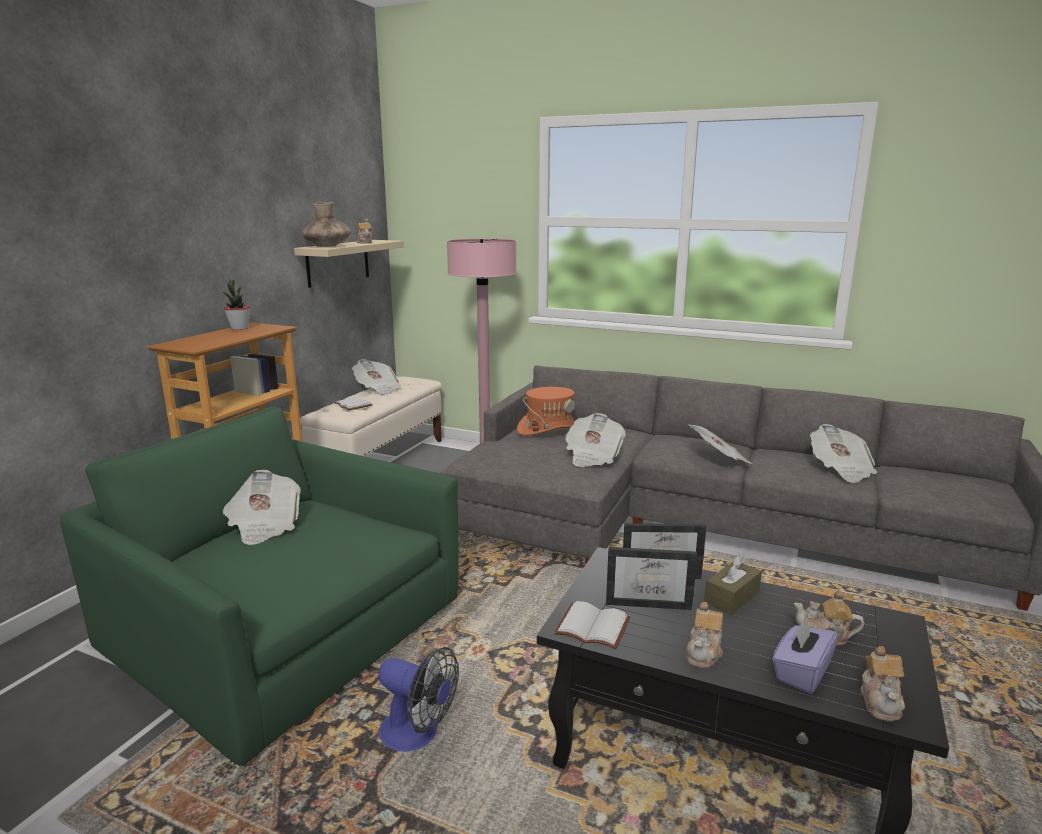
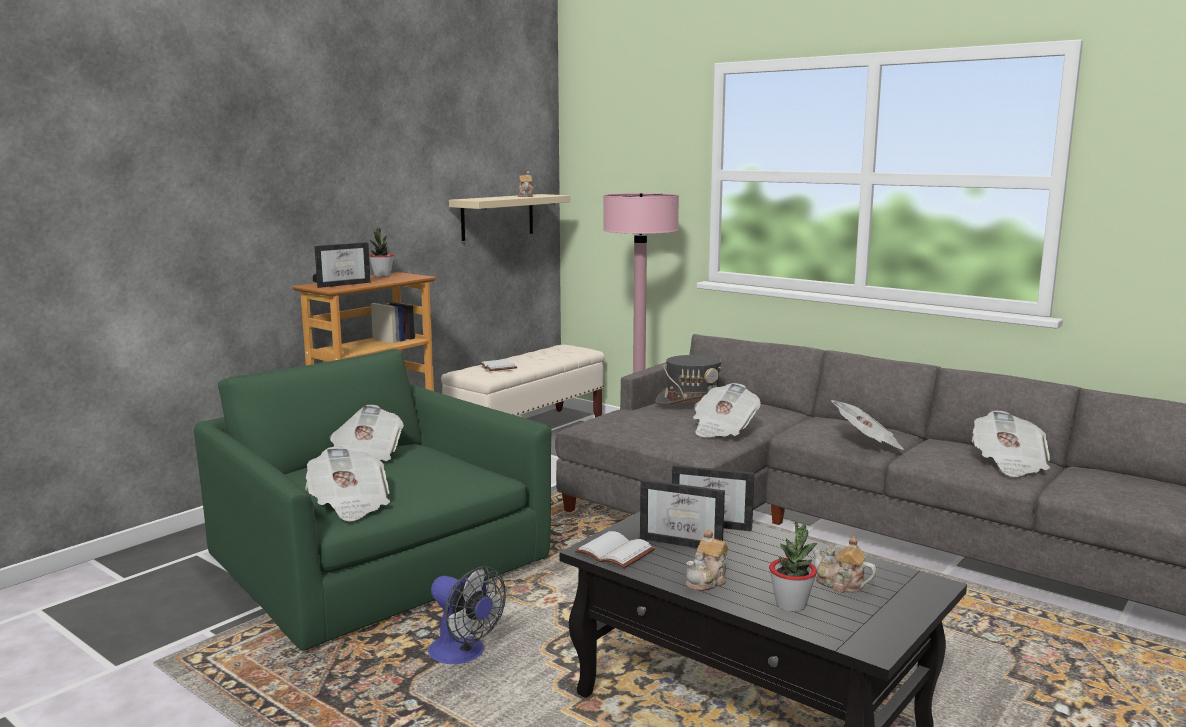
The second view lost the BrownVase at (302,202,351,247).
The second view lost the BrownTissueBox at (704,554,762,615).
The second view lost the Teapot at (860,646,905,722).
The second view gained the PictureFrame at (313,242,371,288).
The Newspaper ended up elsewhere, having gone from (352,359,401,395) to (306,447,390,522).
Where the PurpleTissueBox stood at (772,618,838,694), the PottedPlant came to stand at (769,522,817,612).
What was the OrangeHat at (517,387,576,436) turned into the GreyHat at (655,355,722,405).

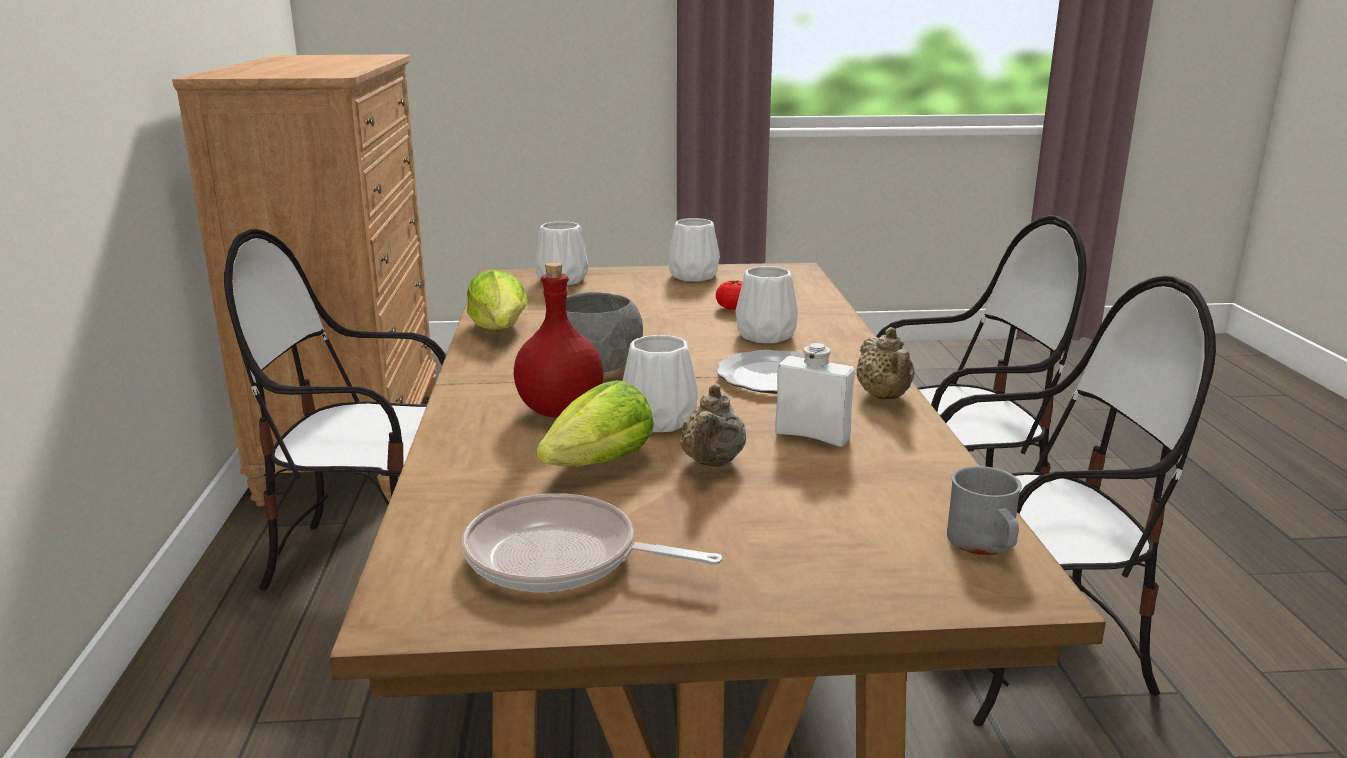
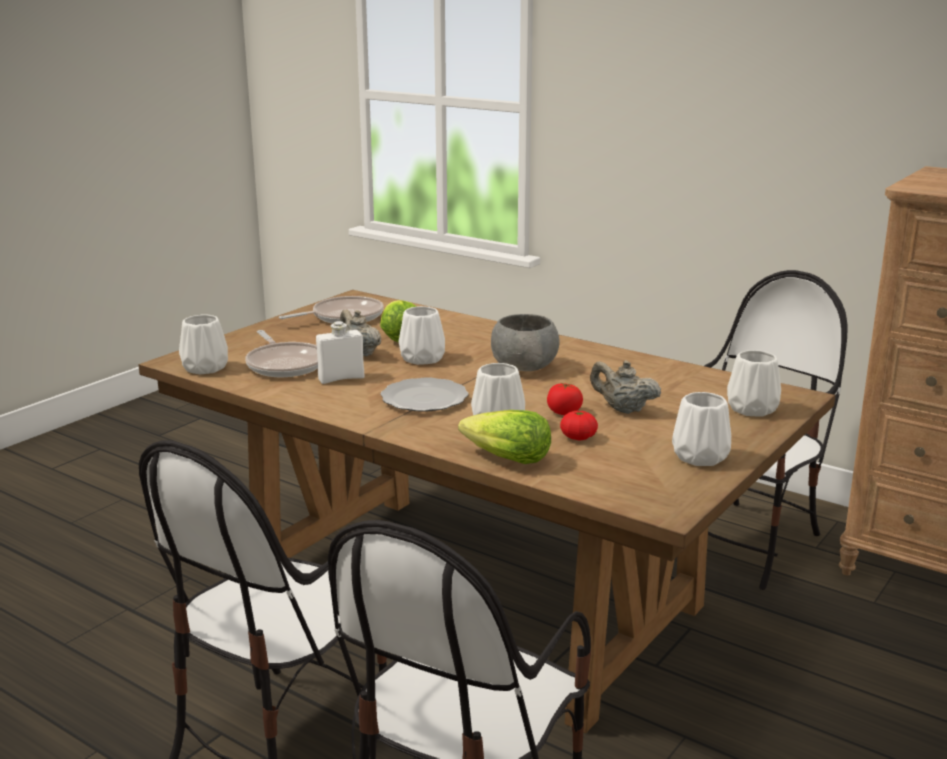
The second view lost the RedBottle at (514,262,604,418).
The second view gained the FryingPan at (246,330,318,377).
The second view gained the Tomato at (547,383,583,415).
The Lettuce ended up elsewhere, having gone from (467,270,528,330) to (458,410,551,464).
The BeigeTeapot ended up elsewhere, having gone from (856,327,915,399) to (590,360,661,414).
Where the GreyMug stood at (947,466,1022,555), the WhiteVase came to stand at (179,315,228,374).

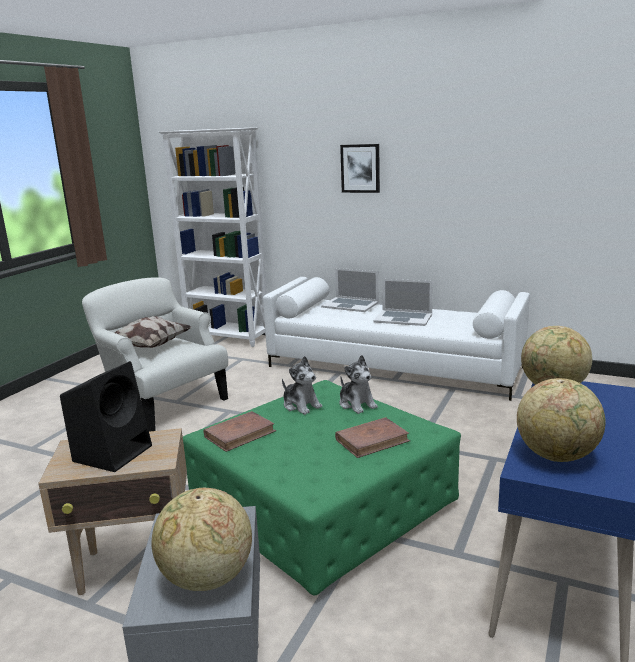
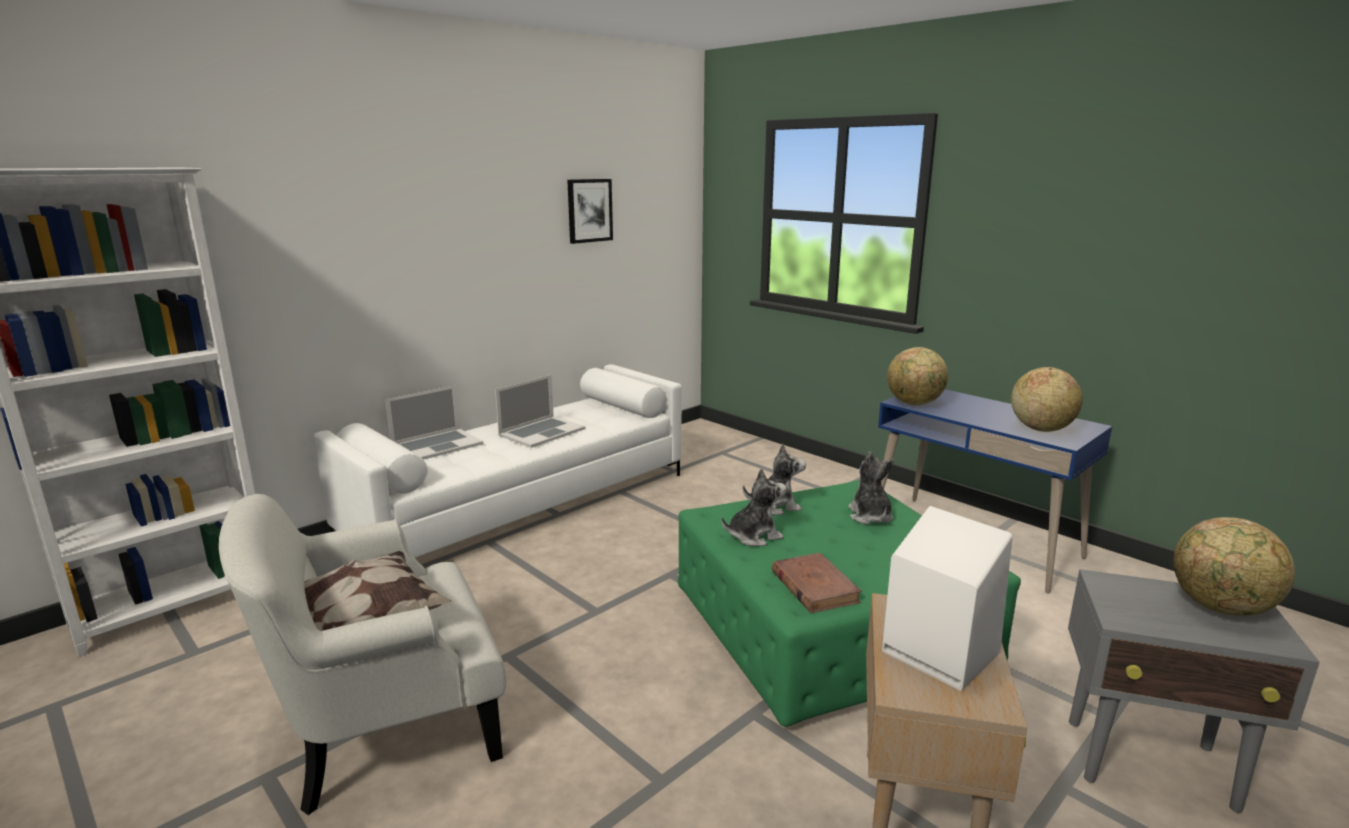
The Picture ended up elsewhere, having gone from (340,144,380,193) to (567,179,613,244).
Where the BrownBook stood at (335,417,410,458), the PlushToy came to stand at (848,451,894,524).
What was the BlackSpeaker at (60,361,152,472) turned into the WhiteSpeaker at (882,506,1013,691).

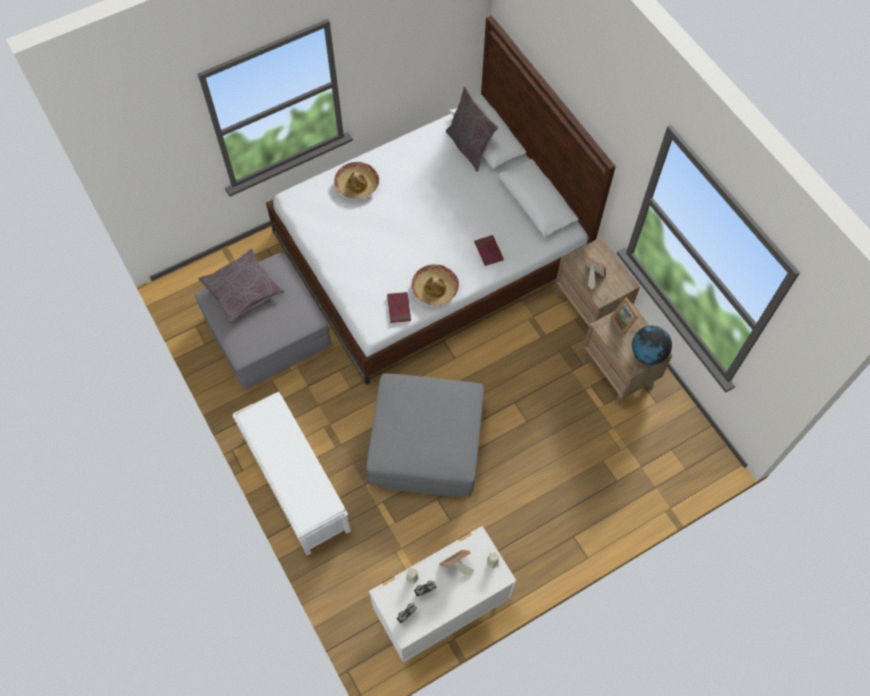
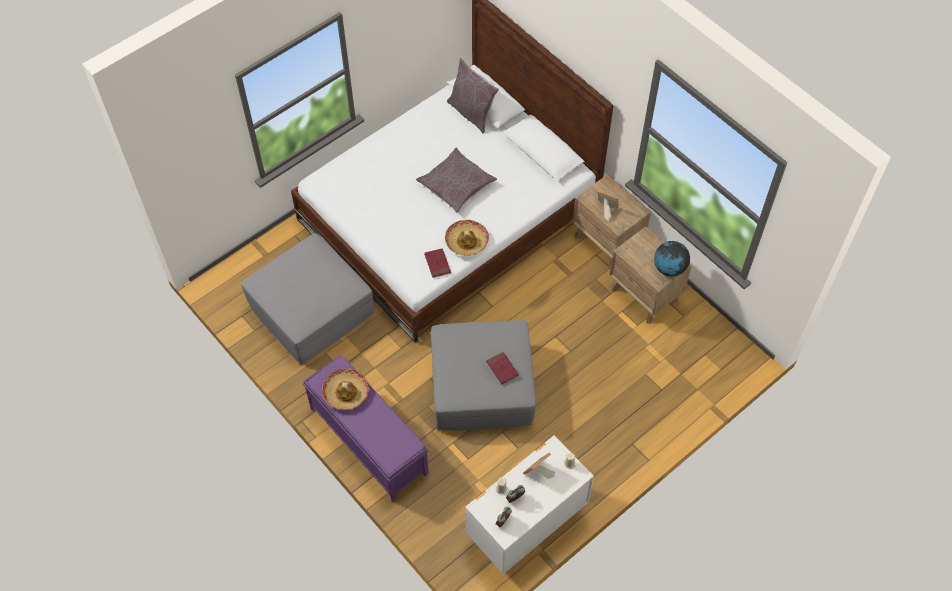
The second view lost the PictureFrame at (611,297,639,336).
The GreyPillow ended up elsewhere, having gone from (198,248,284,324) to (416,148,497,212).
The Hat ended up elsewhere, having gone from (334,162,379,199) to (322,368,369,410).
The RedBook ended up elsewhere, having gone from (474,235,504,266) to (486,352,519,385).
What was the WhiteBench at (232,392,351,556) turned into the PurpleBench at (303,356,429,502).

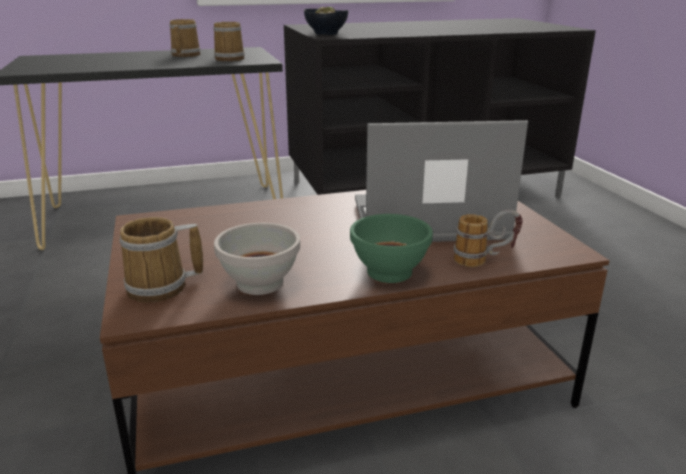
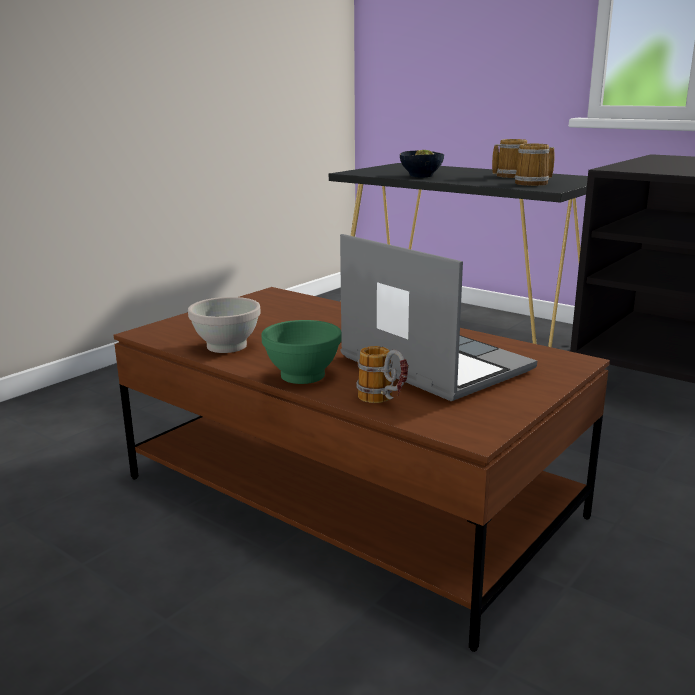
The second view lost the Mug at (119,217,203,303).
The Bowl ended up elsewhere, having gone from (304,7,348,35) to (400,150,444,178).

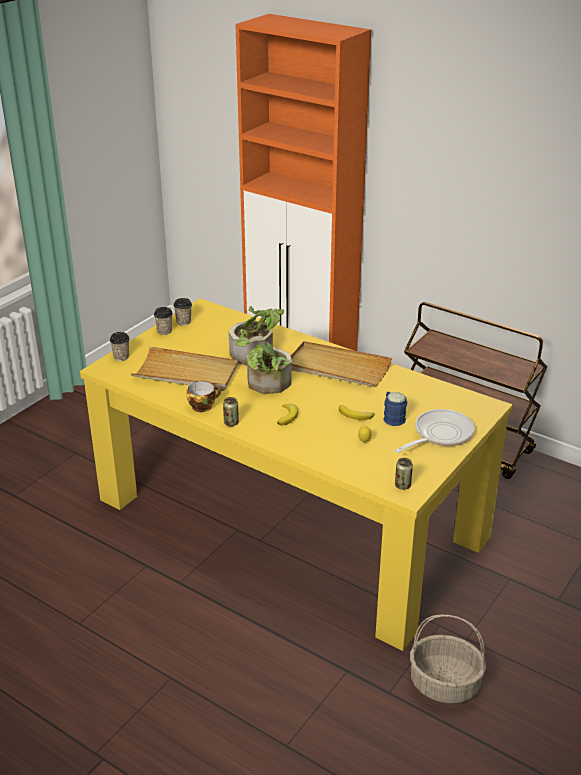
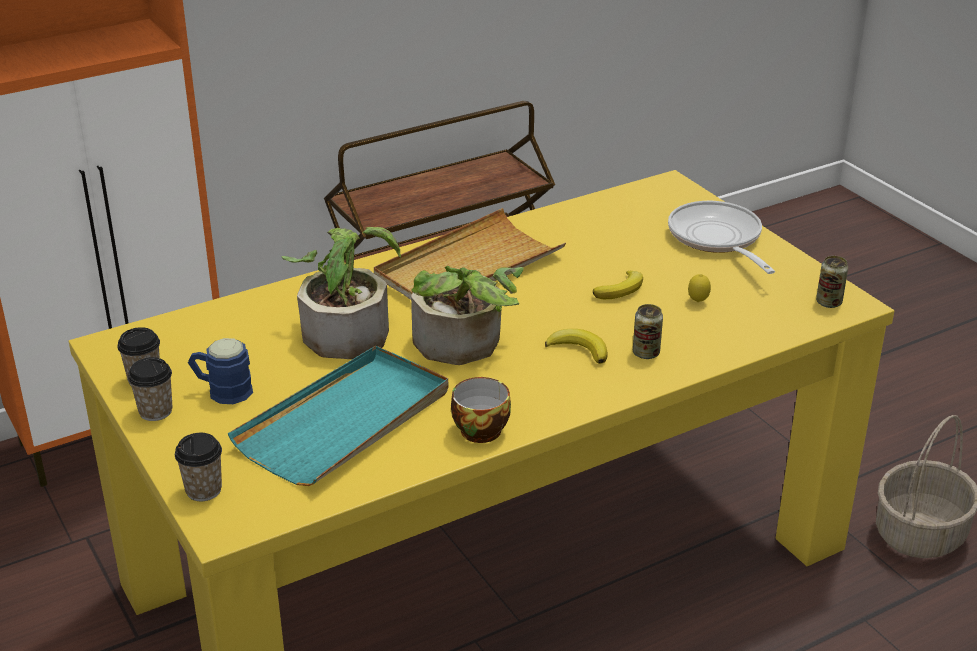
The Can ended up elsewhere, having gone from (223,397,239,426) to (633,304,663,359).
The BlueMug ended up elsewhere, having gone from (383,392,407,426) to (188,338,253,404).
What was the BeigeTray at (131,346,238,391) turned into the TurquoiseTray at (228,346,449,486).

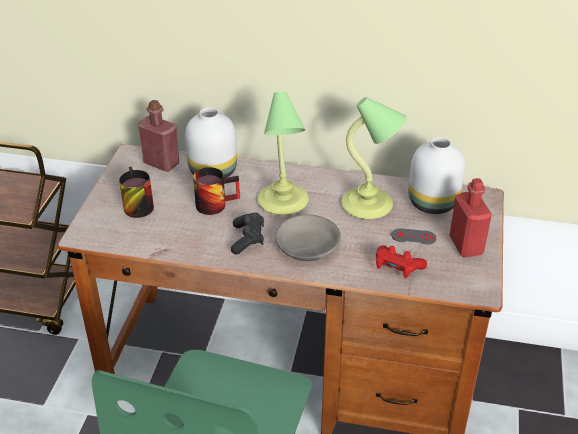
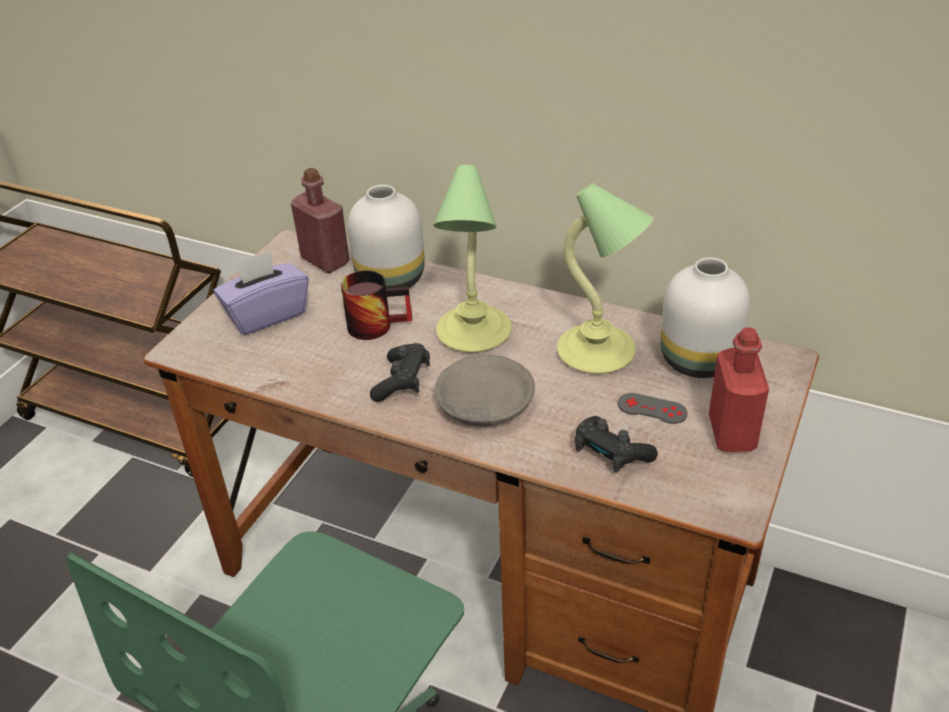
Where the Mug stood at (119,167,154,218), the PurpleTissueBox came to stand at (213,251,309,335).
What was the RedGameController at (376,245,427,279) turned into the BlackGameController at (575,416,658,473).

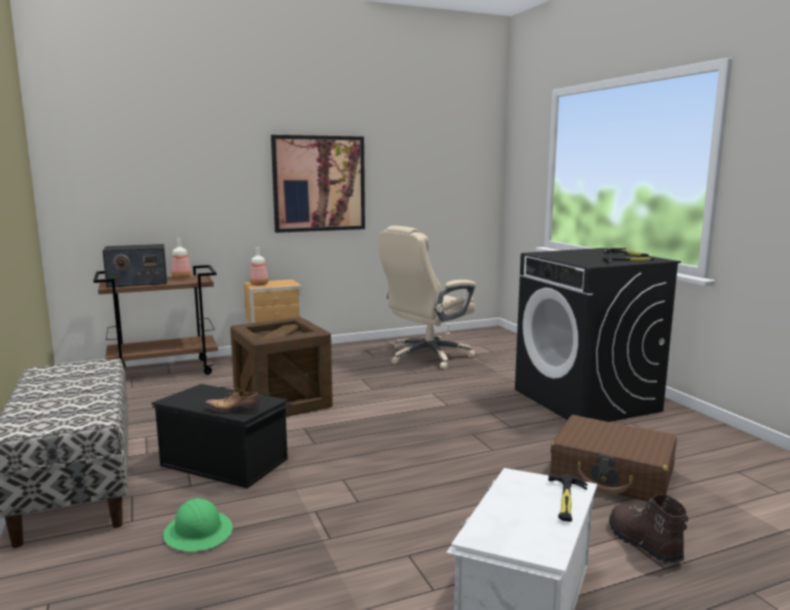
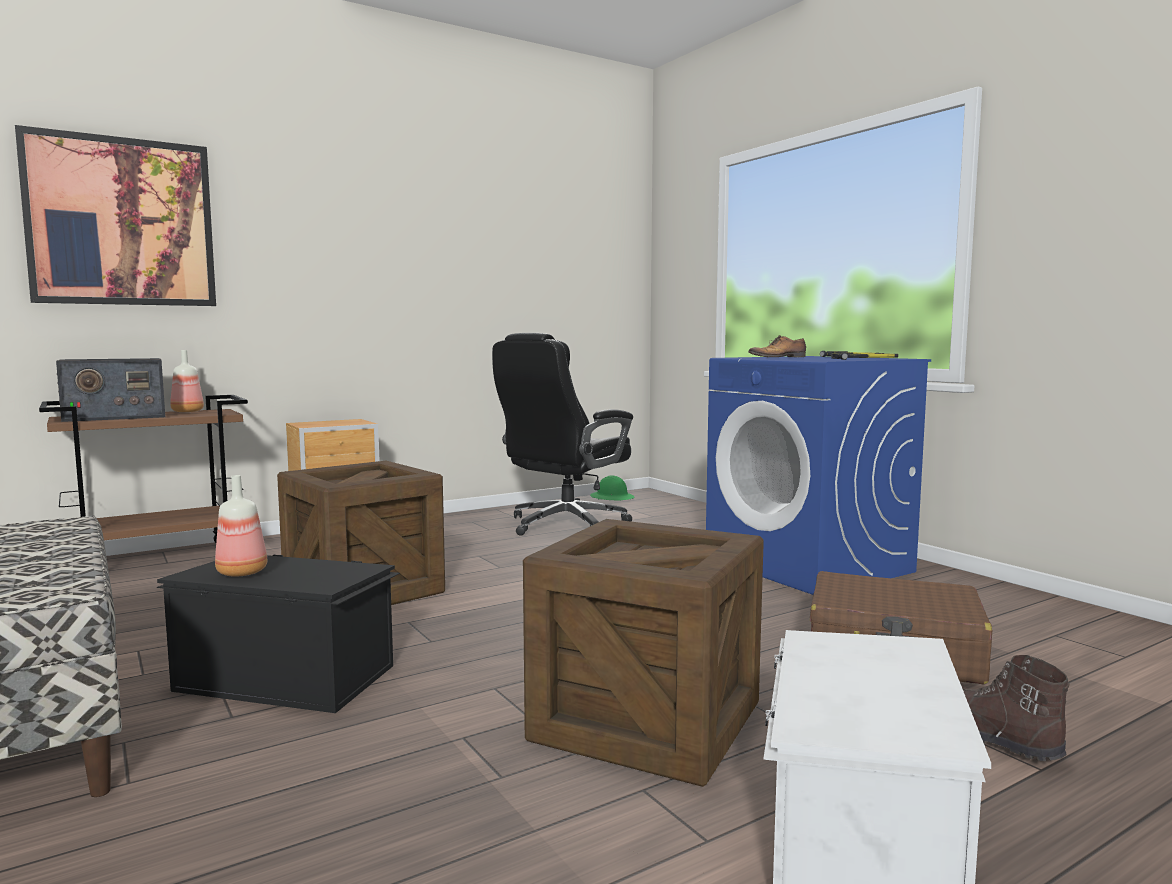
The second view lost the Hammer at (548,473,587,522).
The second view gained the Crate at (523,519,764,787).
The GreenHardHat ended up elsewhere, having gone from (163,498,233,552) to (590,476,635,501).
The Shoe ended up elsewhere, having gone from (204,388,260,412) to (749,336,806,357).
The Bottle ended up elsewhere, having gone from (250,247,269,285) to (215,475,267,577).
The Picture ended up elsewhere, having gone from (271,135,365,233) to (15,125,216,306).
What was the BeigeOfficeChair at (378,226,476,369) turned into the BlackOfficeChair at (492,333,633,536).
What was the BlackWashingMachine at (515,248,681,422) turned into the BlueWashingMachine at (706,356,931,595).

